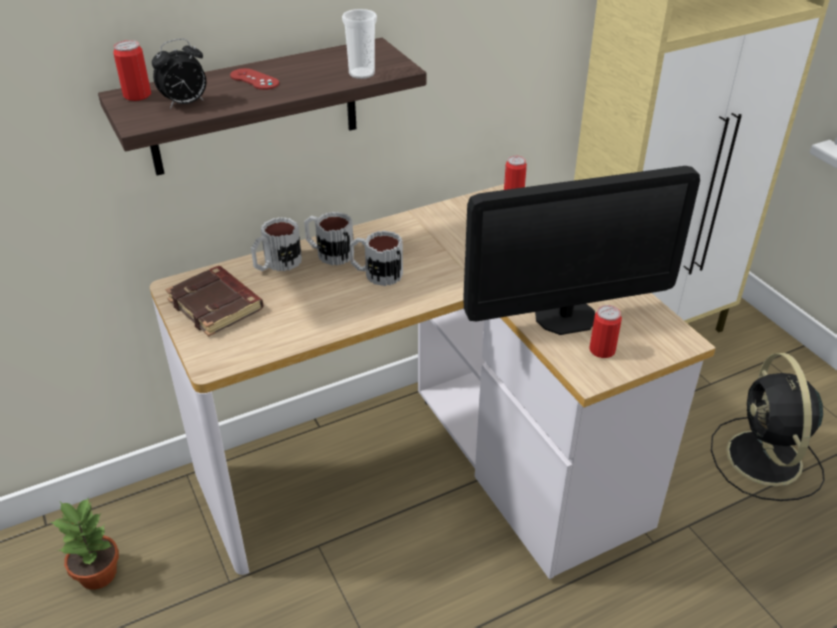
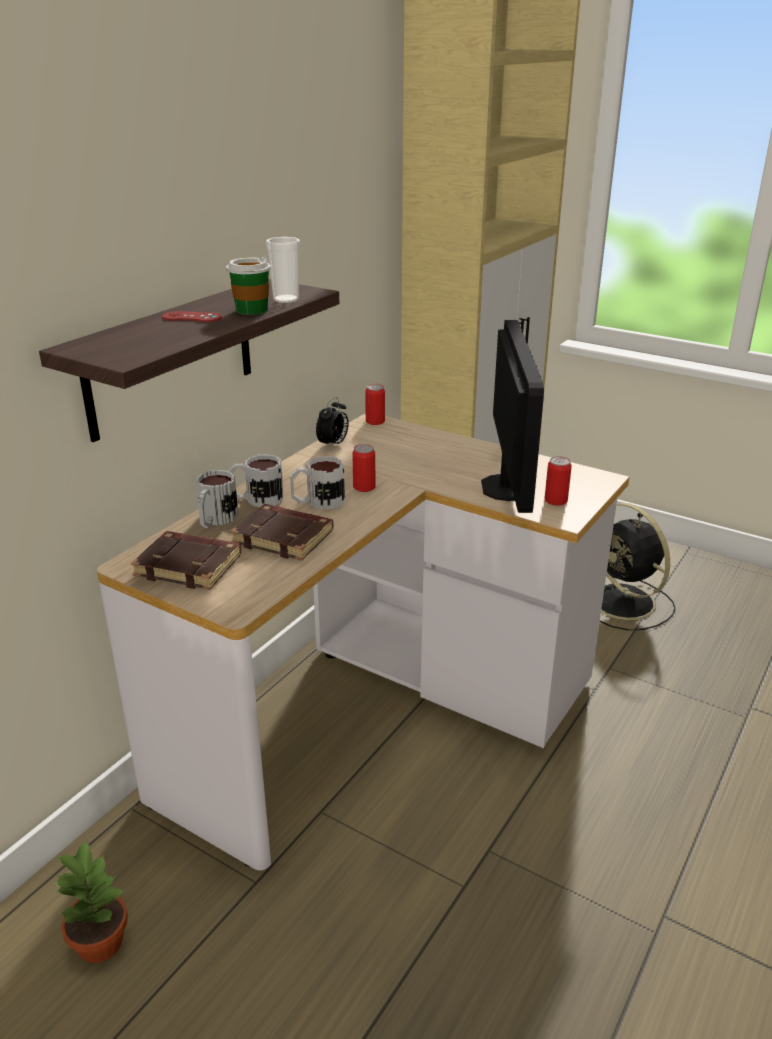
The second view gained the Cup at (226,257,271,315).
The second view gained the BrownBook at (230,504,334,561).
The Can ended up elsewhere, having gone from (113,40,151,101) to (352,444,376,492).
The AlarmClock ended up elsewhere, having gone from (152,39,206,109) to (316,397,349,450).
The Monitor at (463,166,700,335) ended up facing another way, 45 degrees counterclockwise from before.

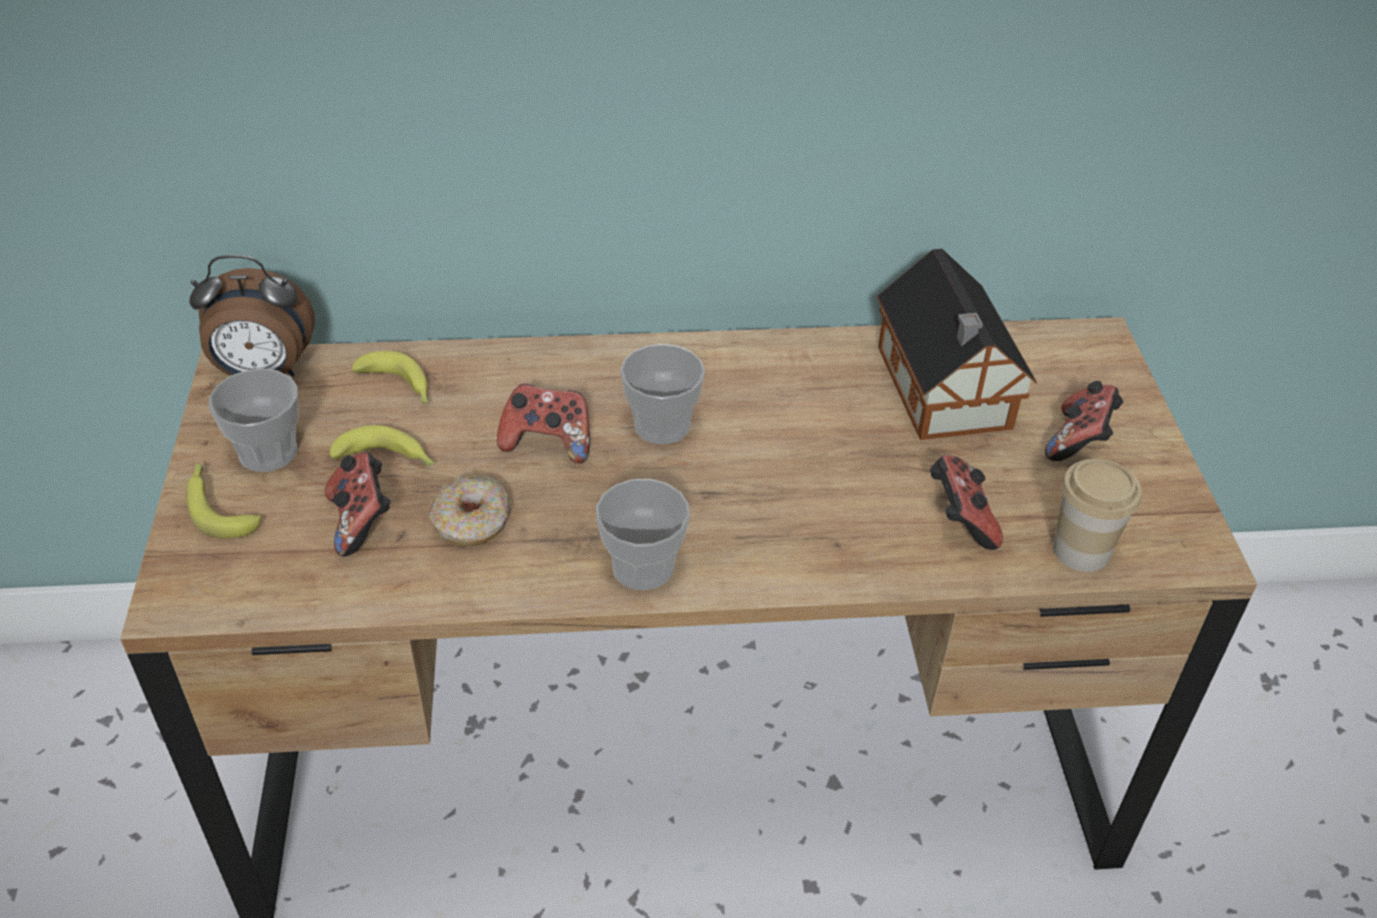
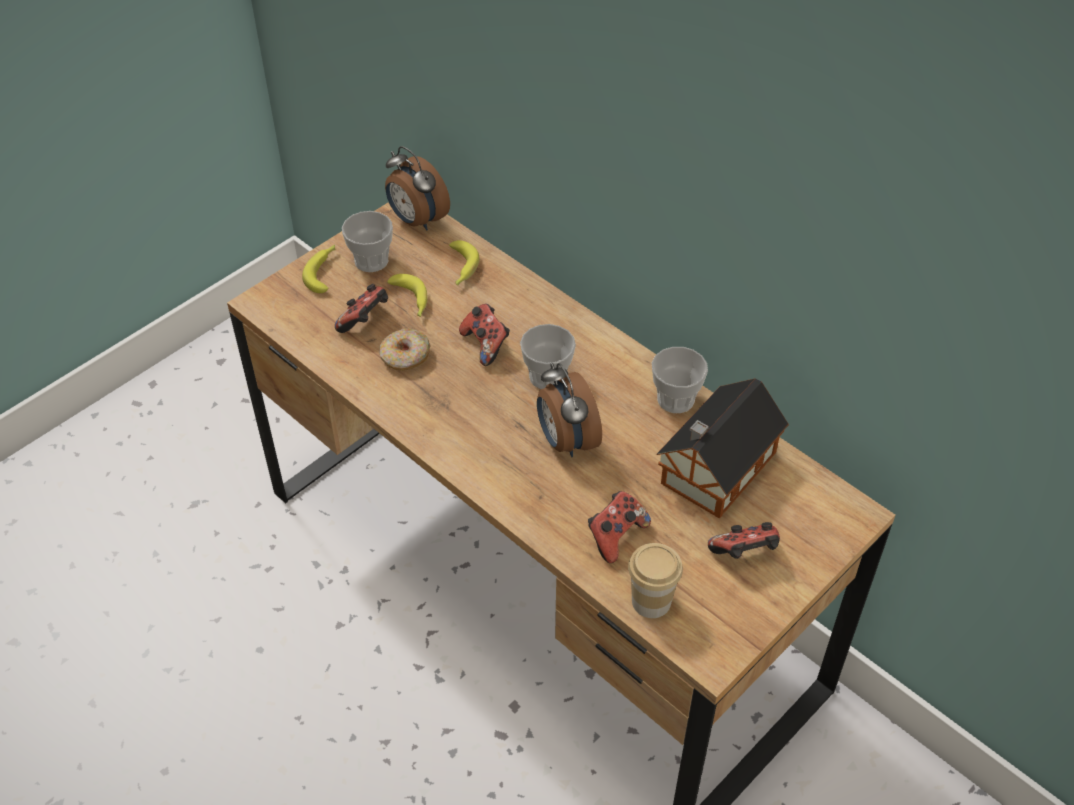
The second view gained the AlarmClock at (537,363,602,457).
The Cup ended up elsewhere, having gone from (596,479,690,590) to (652,347,708,413).

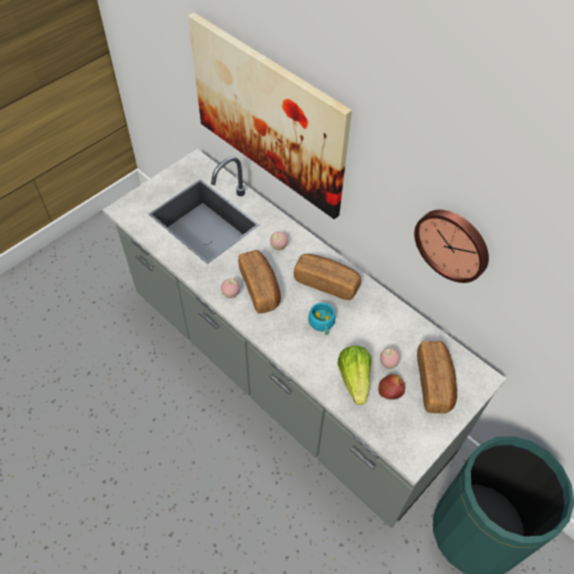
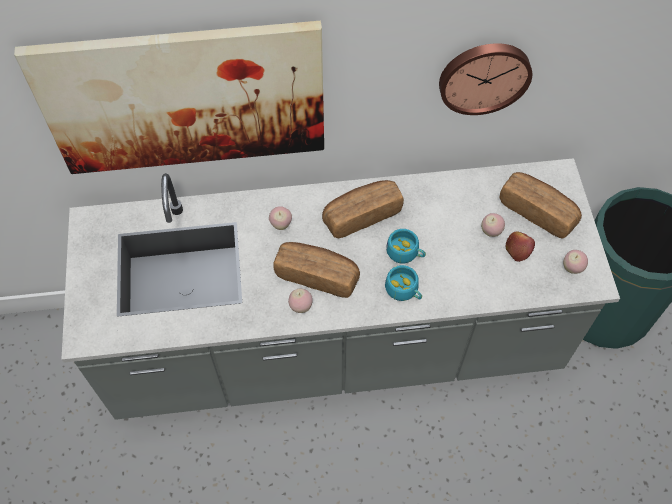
The second view lost the Lettuce at (338,345,372,405).
The second view gained the TurquoiseCup at (385,265,422,301).
The second view gained the Apple at (563,250,588,274).

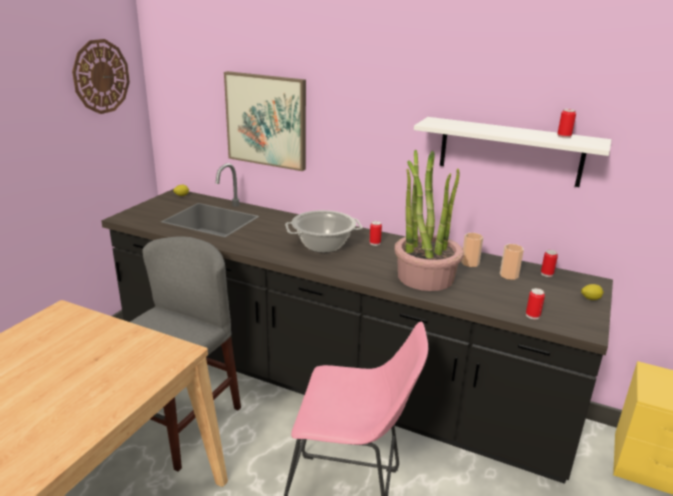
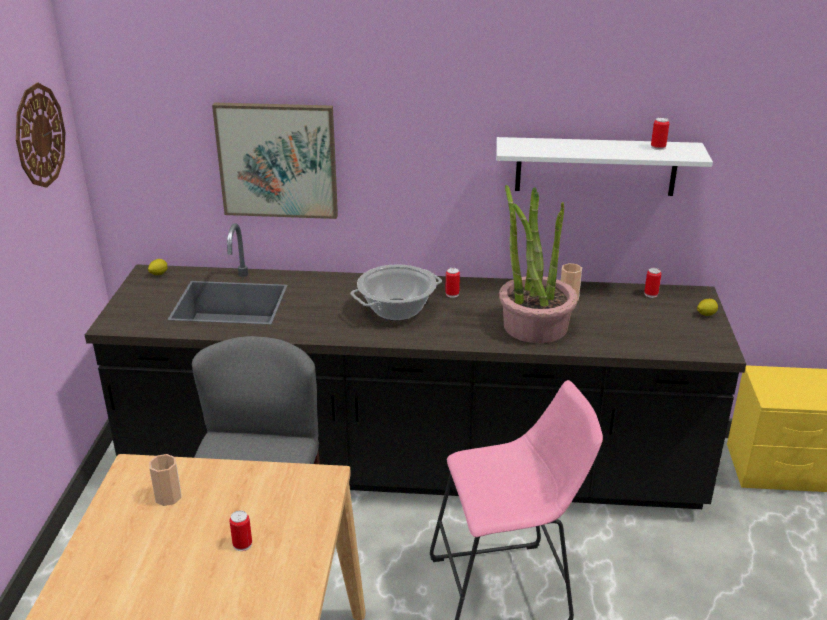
The Cup ended up elsewhere, having gone from (500,244,524,280) to (149,454,182,506).
The Can ended up elsewhere, having gone from (526,288,545,319) to (230,510,252,551).

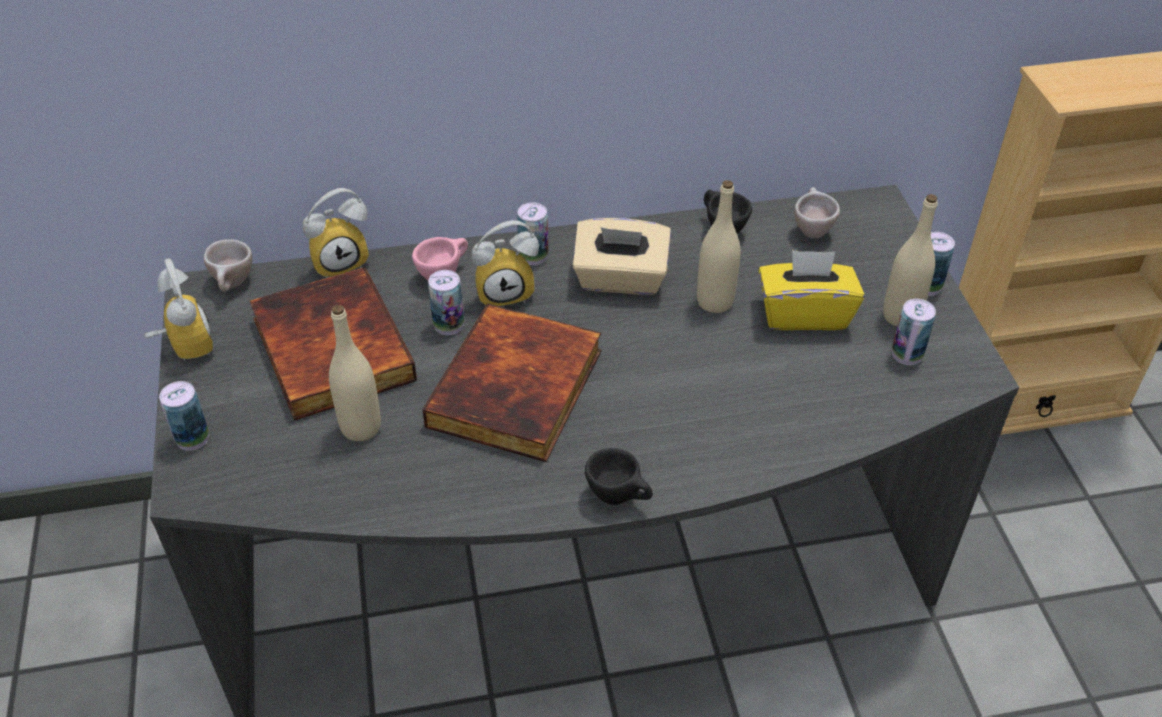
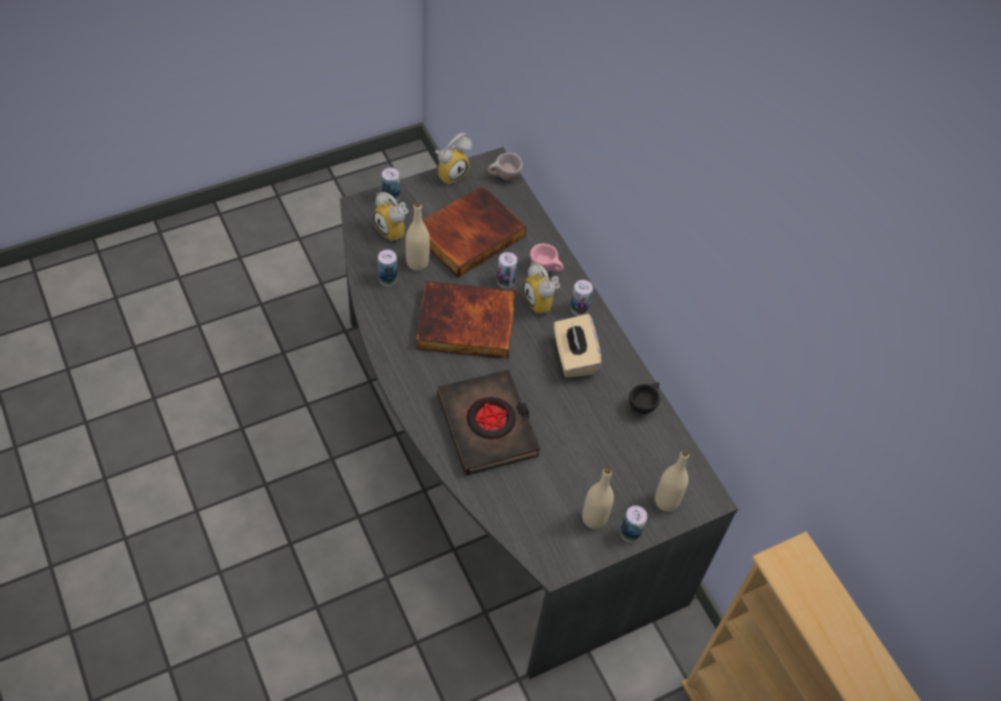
The second view lost the BlackCup at (585,448,653,505).
The second view lost the YellowTissueBox at (759,250,864,330).
The second view lost the BeigeCup at (794,187,840,238).
The second view gained the BlackBook at (437,370,541,476).
The AlarmClock ended up elsewhere, having gone from (303,188,369,278) to (373,192,409,241).
The BeigeBottle ended up elsewhere, having gone from (697,180,740,313) to (655,449,689,512).
The Can ended up elsewhere, having gone from (892,299,936,365) to (378,250,397,286).

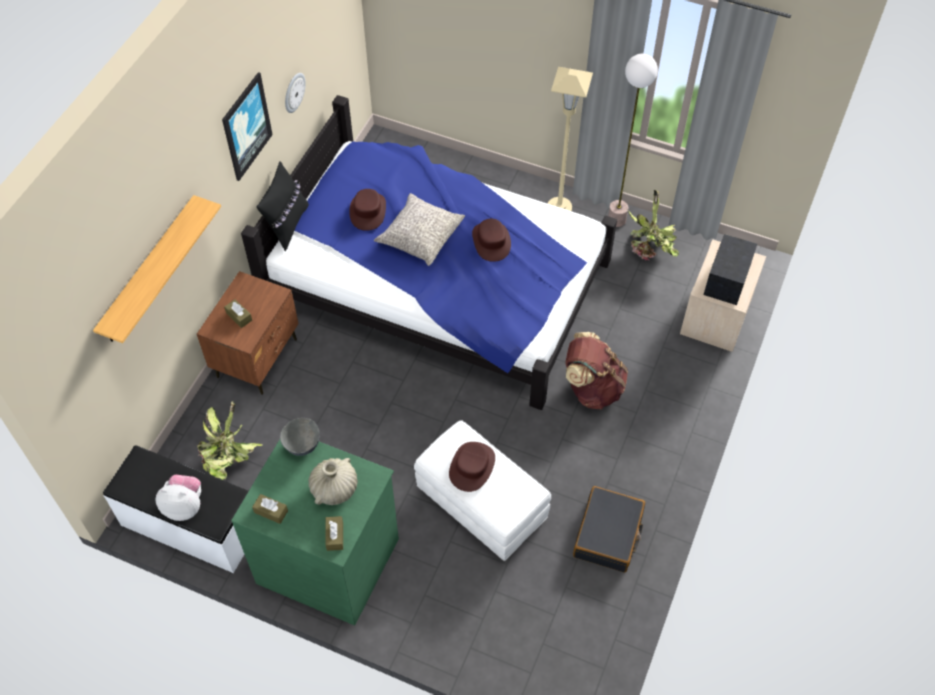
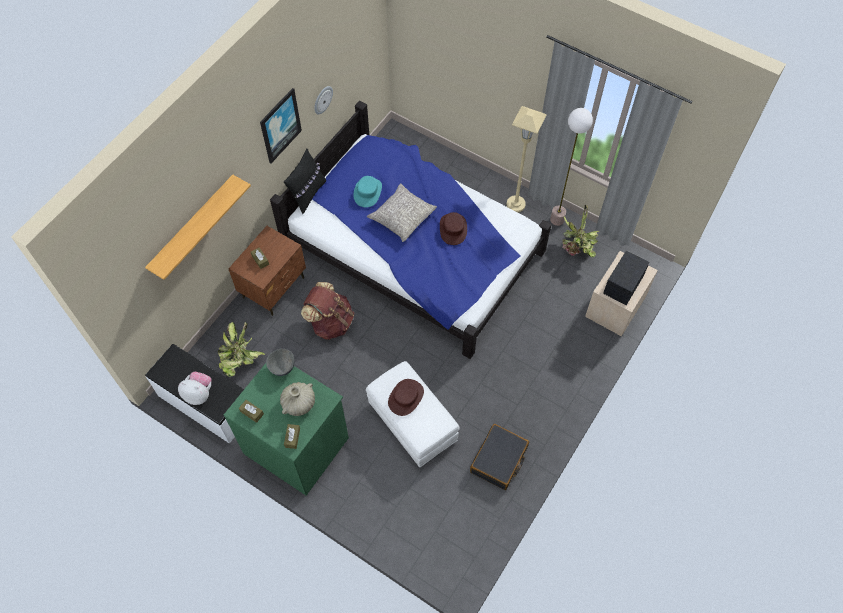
The BrownBackpack ended up elsewhere, having gone from (565,332,628,410) to (301,282,354,340).
What was the BrownHat at (349,189,386,231) turned into the TurquoiseHat at (354,176,382,207).

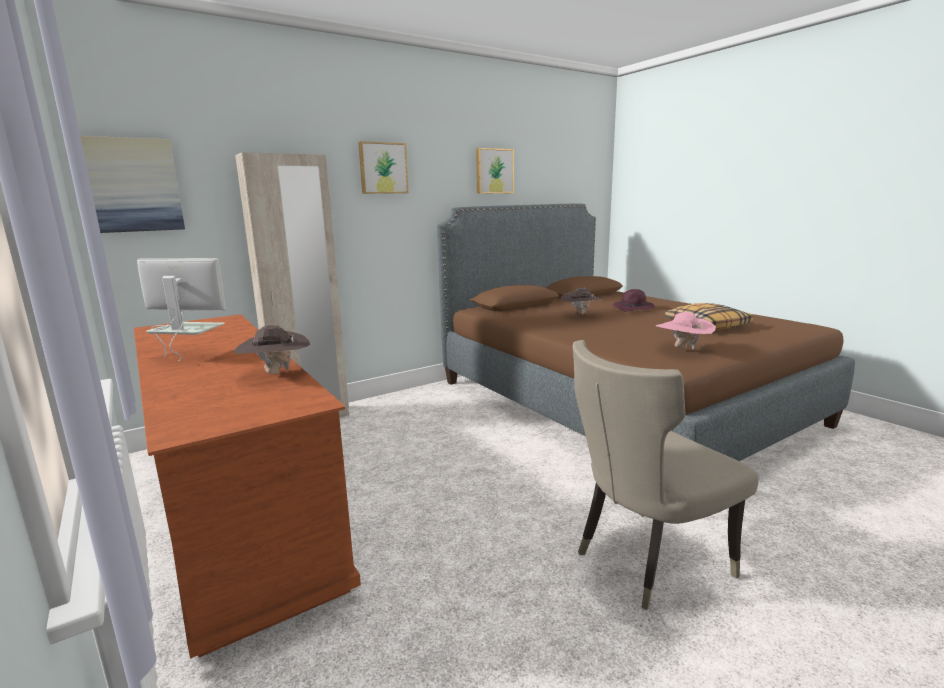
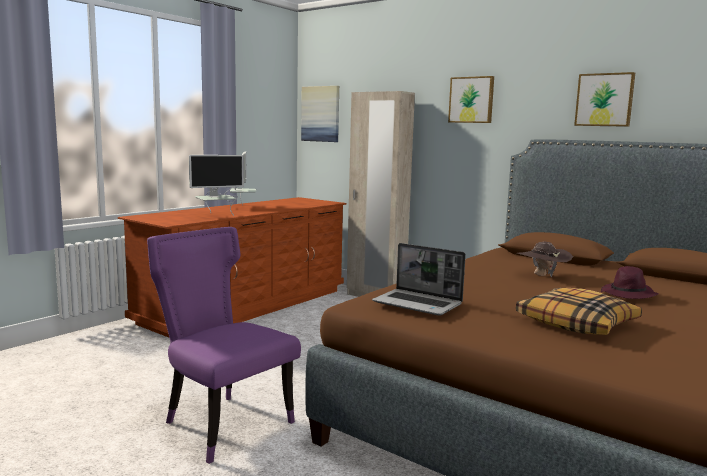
Where the BrownHat stood at (233,325,310,374), the Monitor came to stand at (189,155,244,216).
Where the PinkHat stood at (656,312,716,350), the Laptop came to stand at (372,243,466,316).
What was the BeigeChair at (573,340,758,610) turned into the PurpleChair at (147,227,301,464).

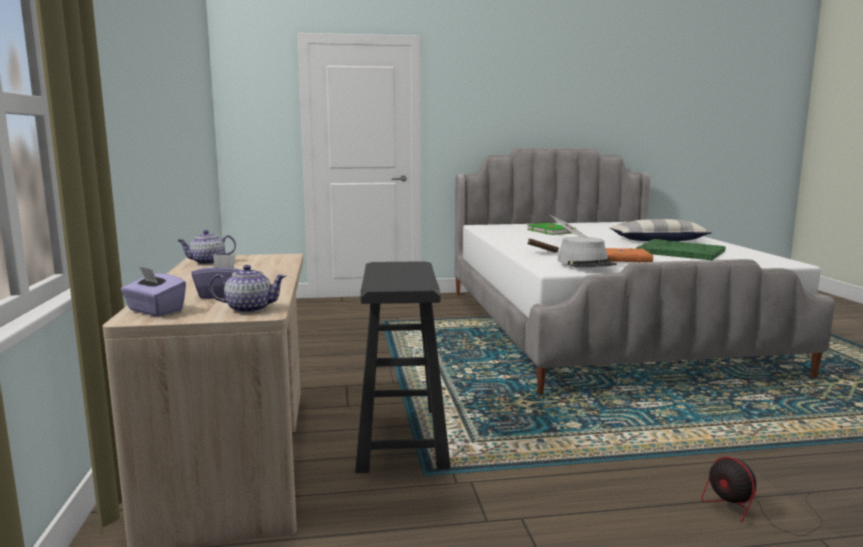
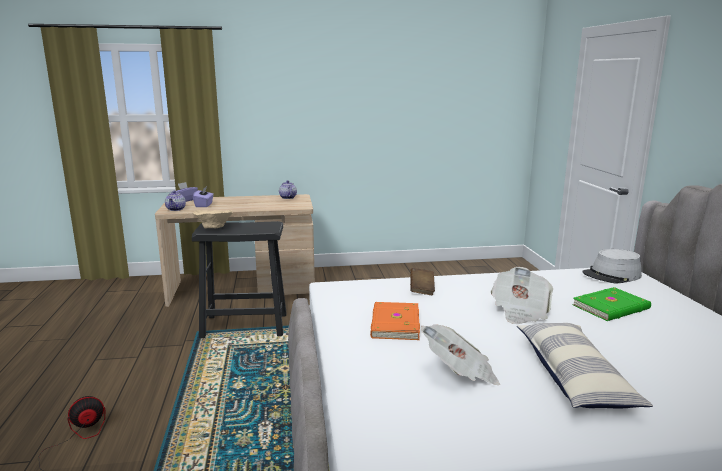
The second view gained the BeigeBowl at (193,210,233,229).
The GreyHat ended up elsewhere, having gone from (558,237,617,268) to (582,249,642,283).
Where the GreenTray stood at (636,239,726,260), the Newspaper came to stand at (421,324,500,385).

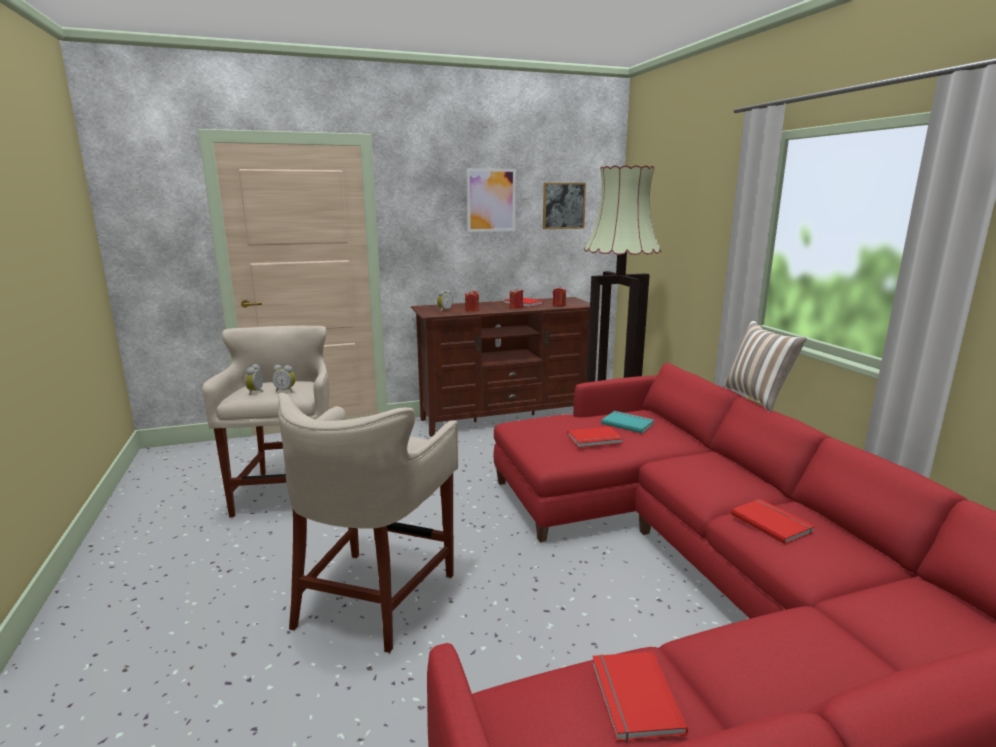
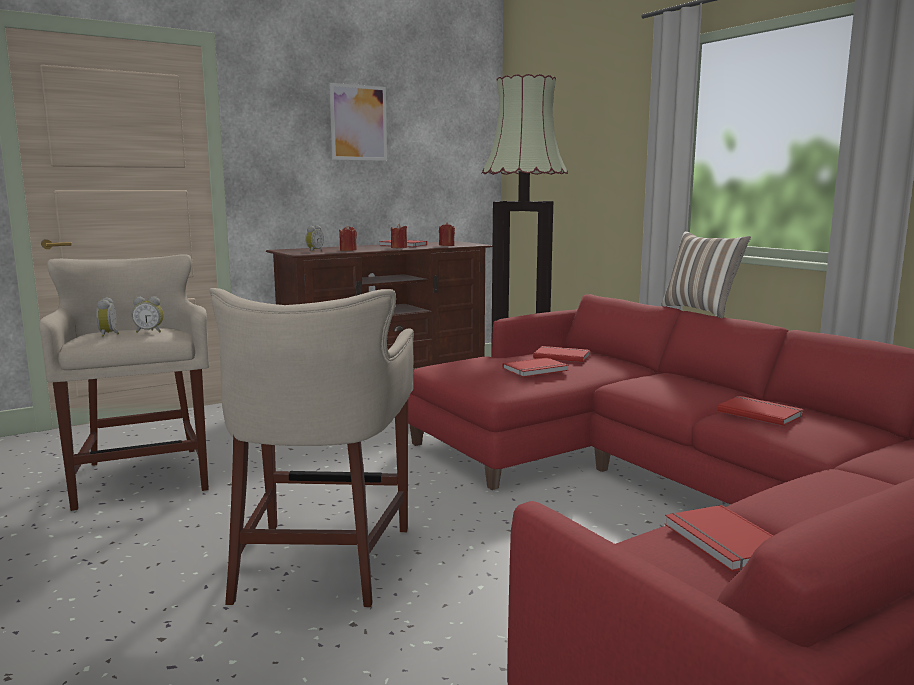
The second view lost the Picture at (543,183,586,229).
What was the TurquoiseBook at (601,411,654,433) turned into the RedBook at (533,346,590,362).

